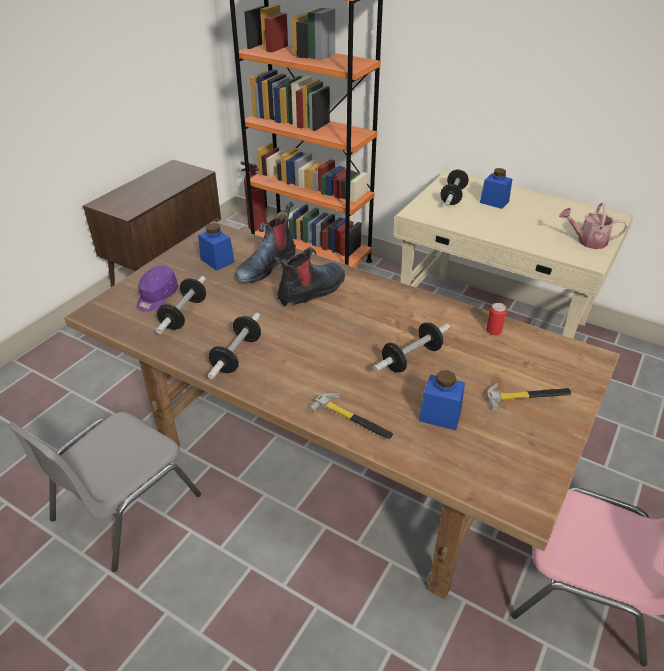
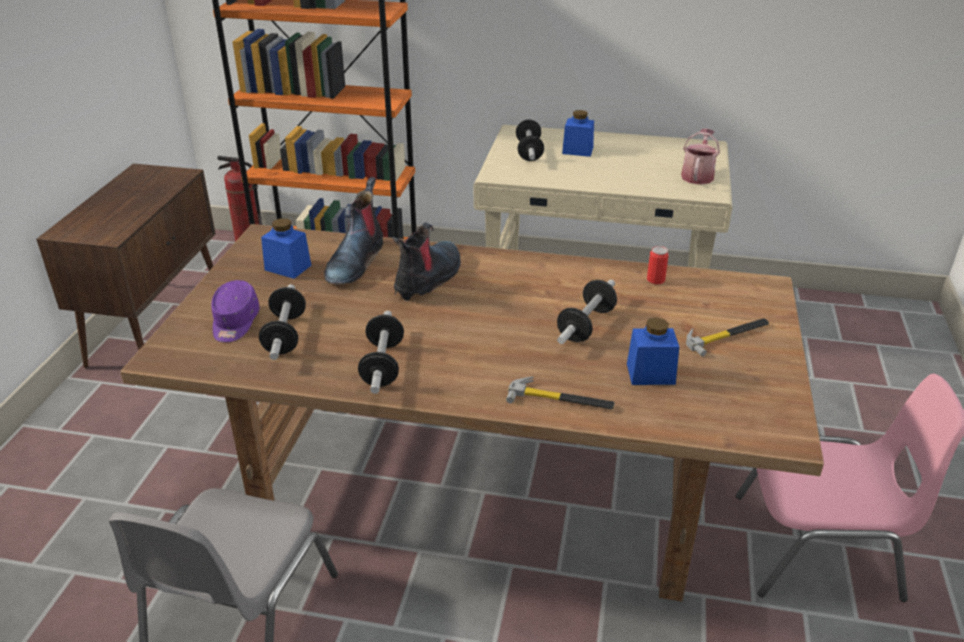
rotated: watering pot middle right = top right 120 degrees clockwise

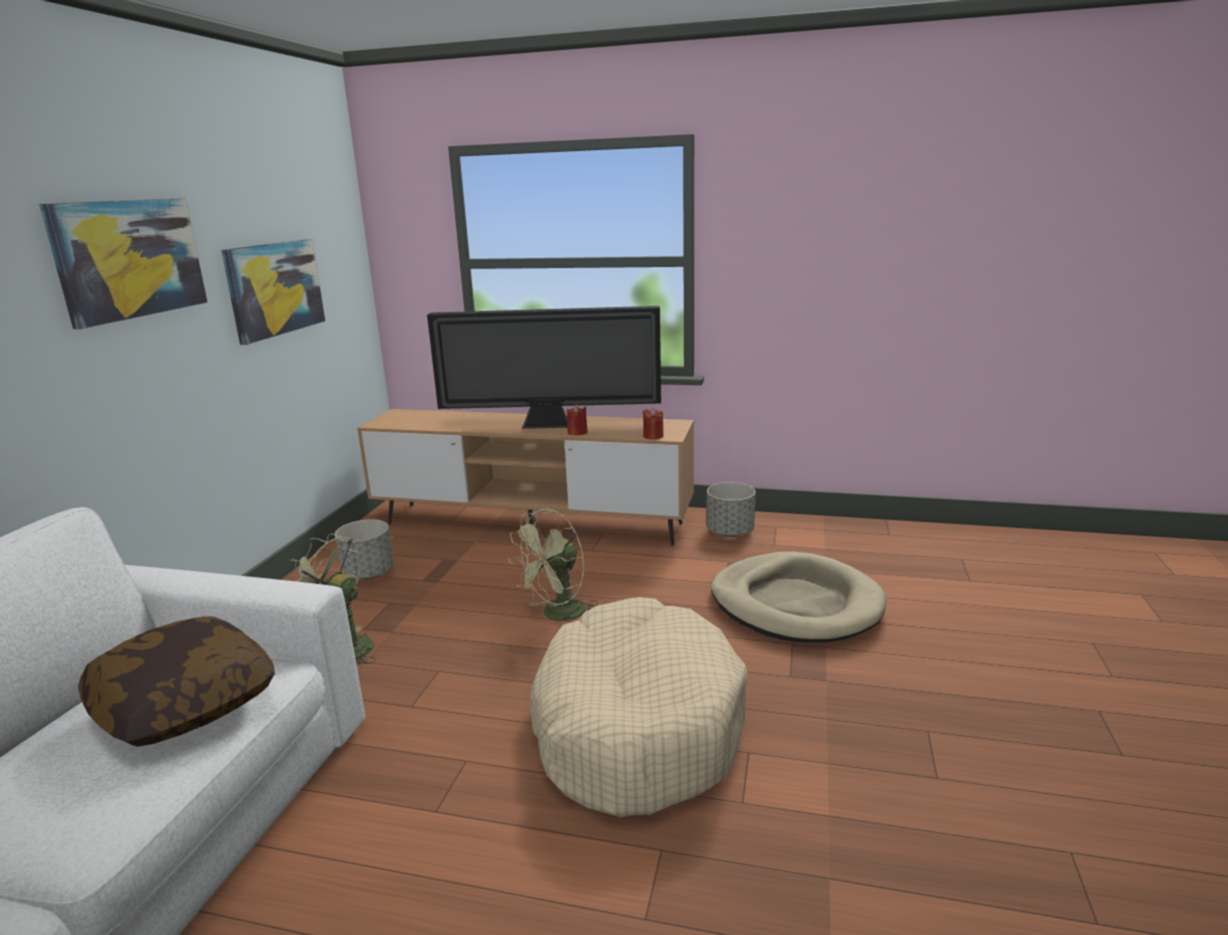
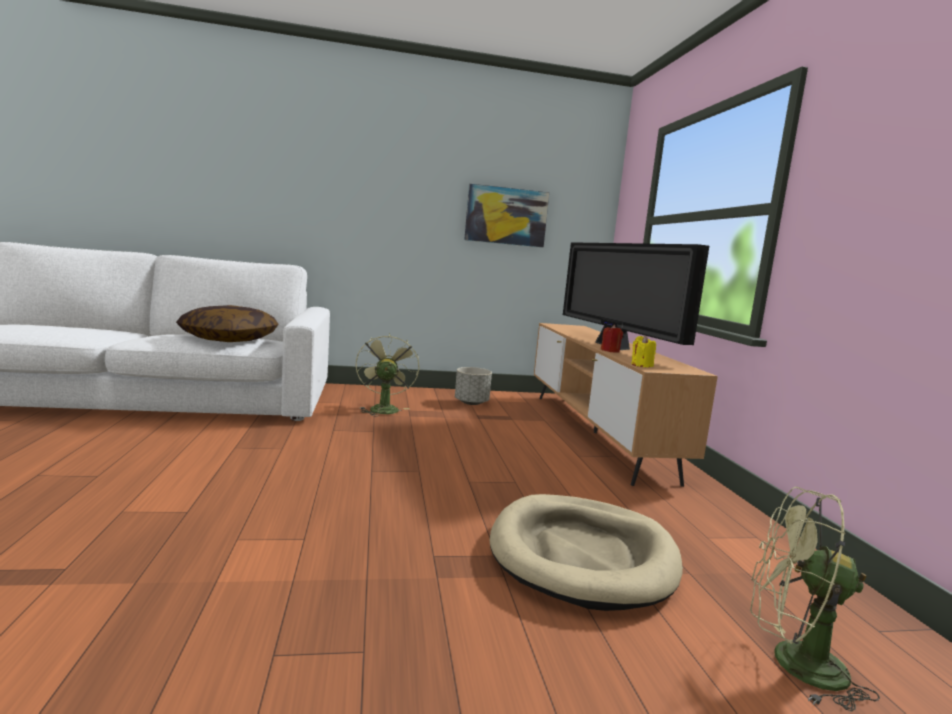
gone: wall art (no. 1 from left) top left; greyish plant pot (no. 2 from left) centre; sand-coloured pet bed (no. 1 from left) bottom centre
shifted: greenish electric fan (no. 2 from left) centre to bottom right
repainted: red-coloured candle (no. 2 from left) centre to yellowish candle middle right

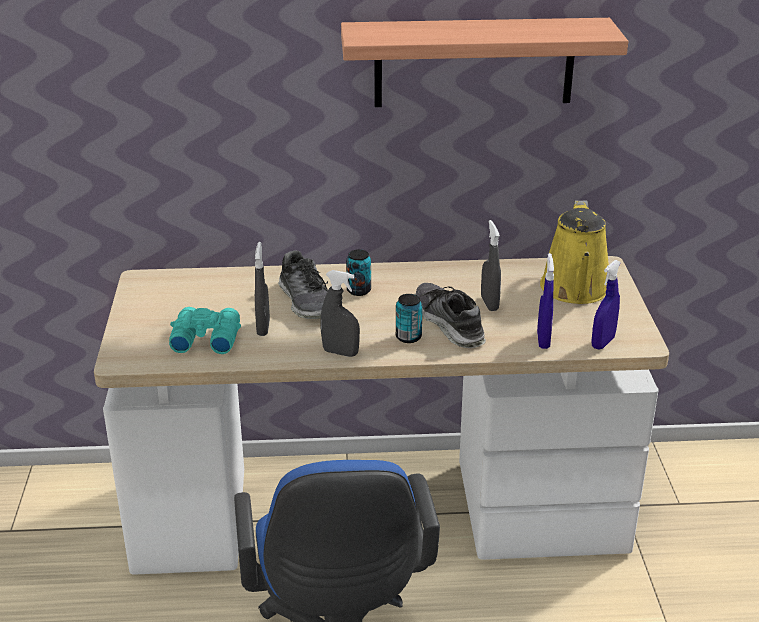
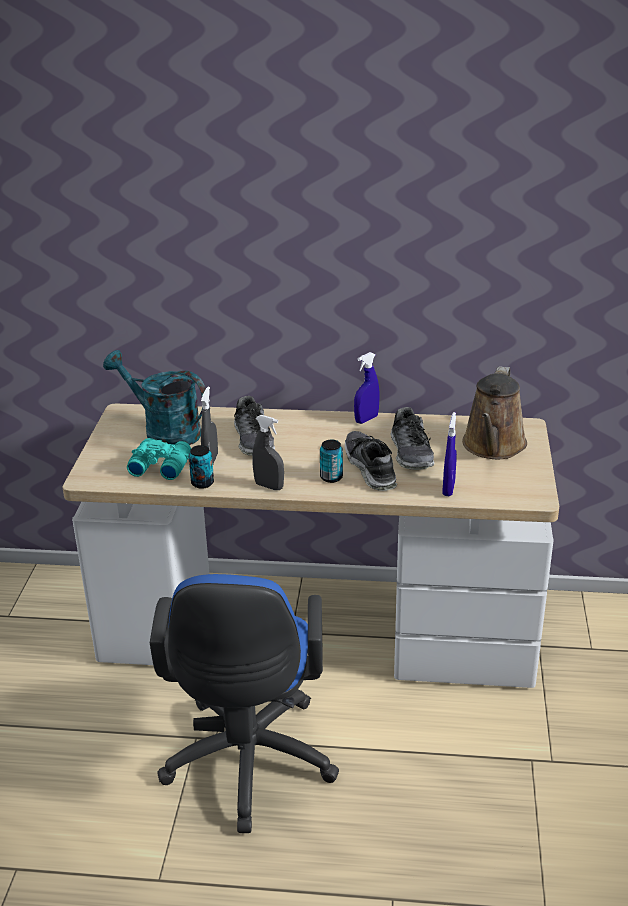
gone: bracket shelf top centre
new: blue-green watering pot middle left
shifted: metal can (no. 1 from left) centre to middle left; blue spray bottle (no. 2 from left in the first image) middle right to blue spray bottle (no. 1 from left) centre
swapped: greyish spray bottle (no. 3 from left) centre to item of footwear (no. 3 from left) centre
repainted: yellowish watering pot middle right to brownish watering pot middle right

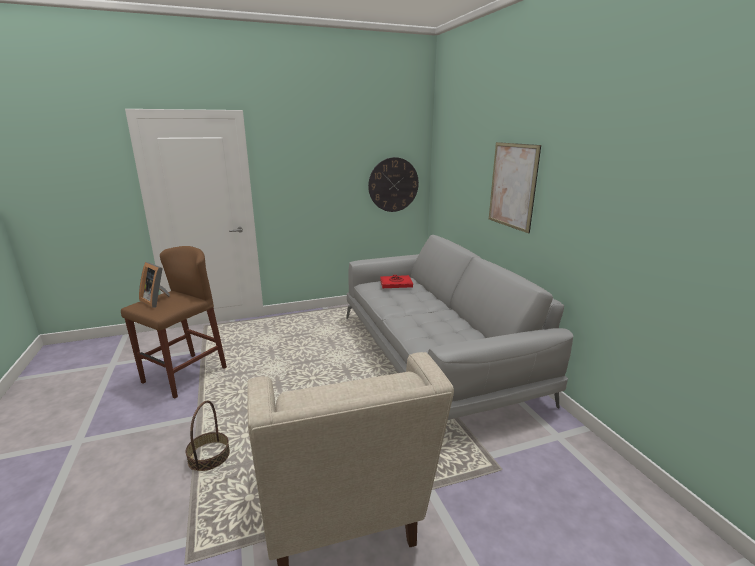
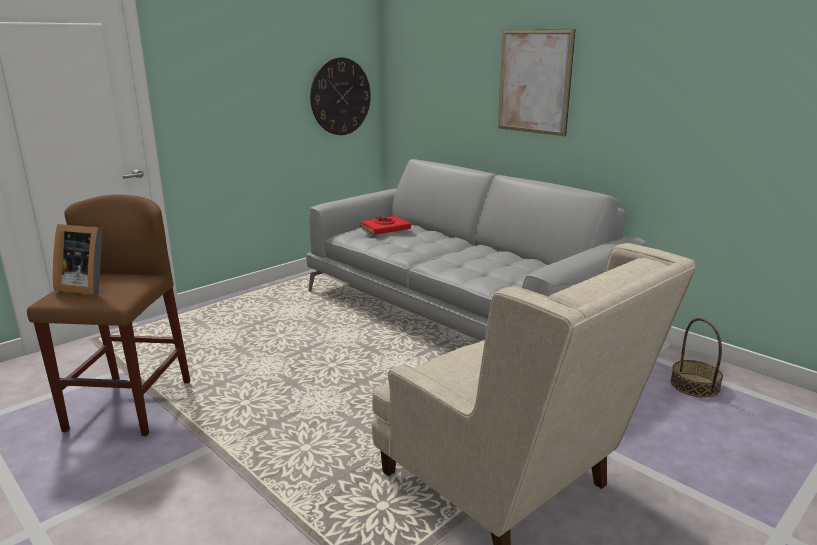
shifted: storage basket bottom left to middle right

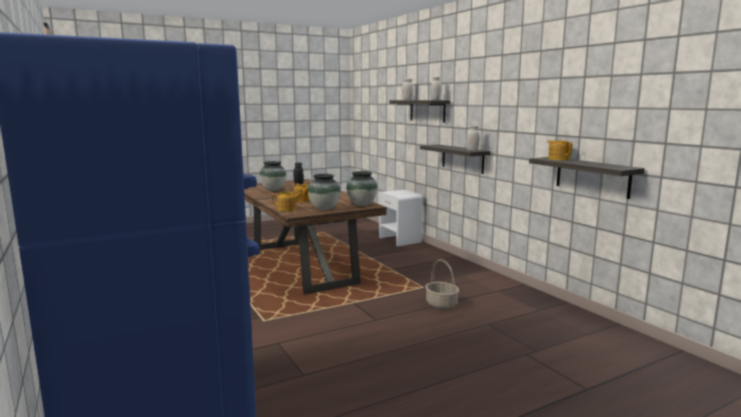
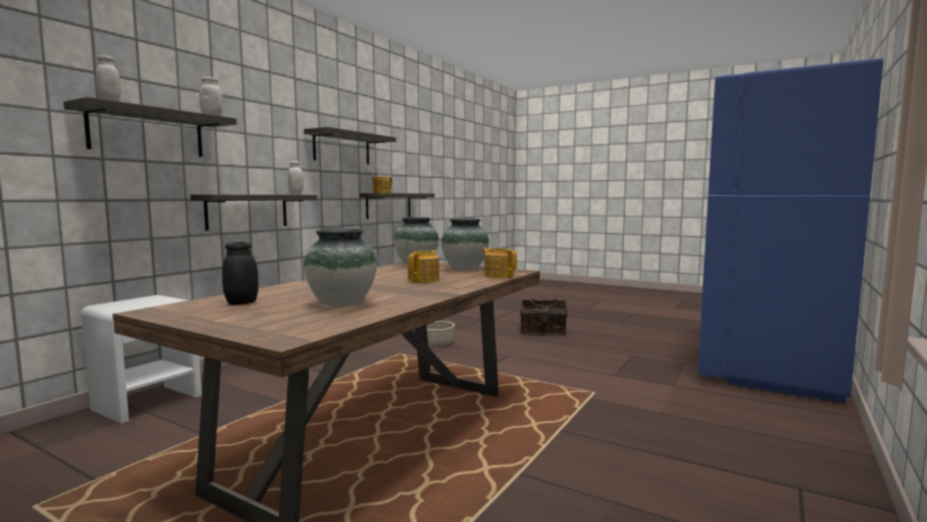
new: bracket shelf (no. 3 from left) top centre; storage basket (no. 2 from left) centre

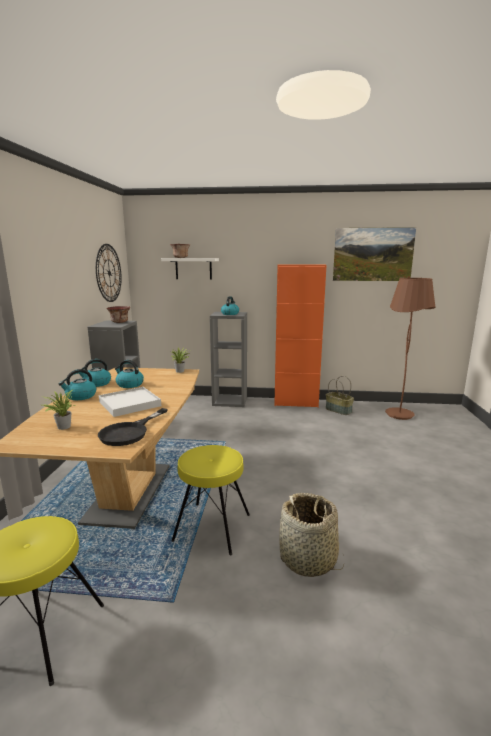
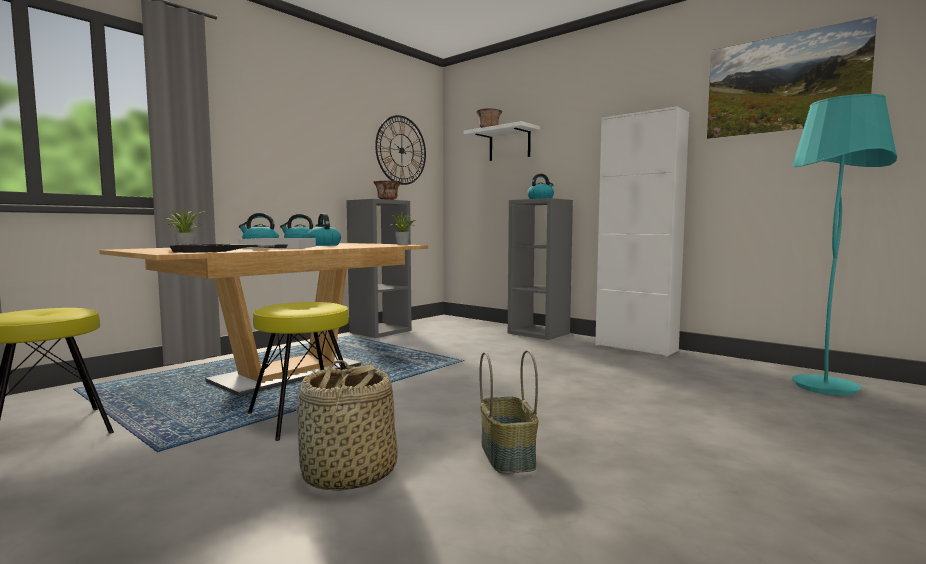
shifted: storage basket (no. 2 from left) middle right to bottom centre
repainted: orangey cupboard centre to white-coloured cupboard middle right; brownish standing lamp middle right to blue-green standing lamp middle right

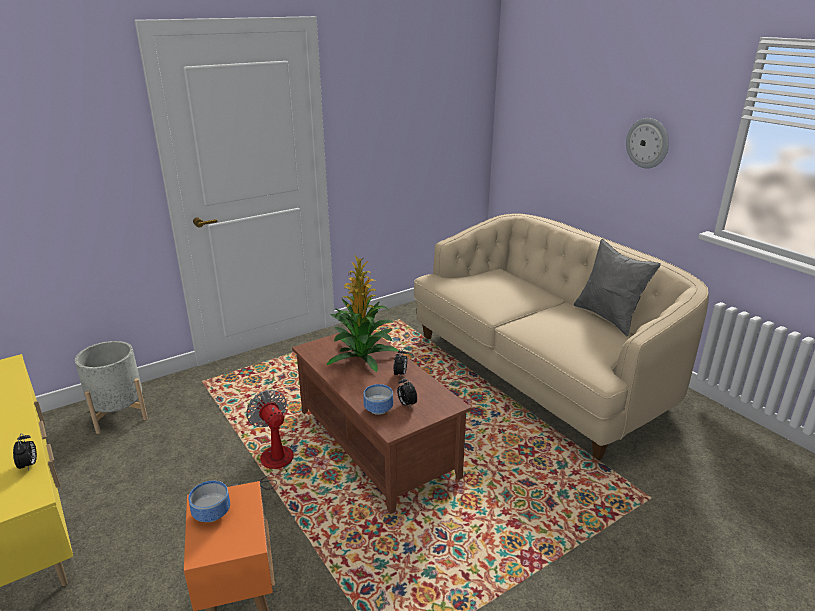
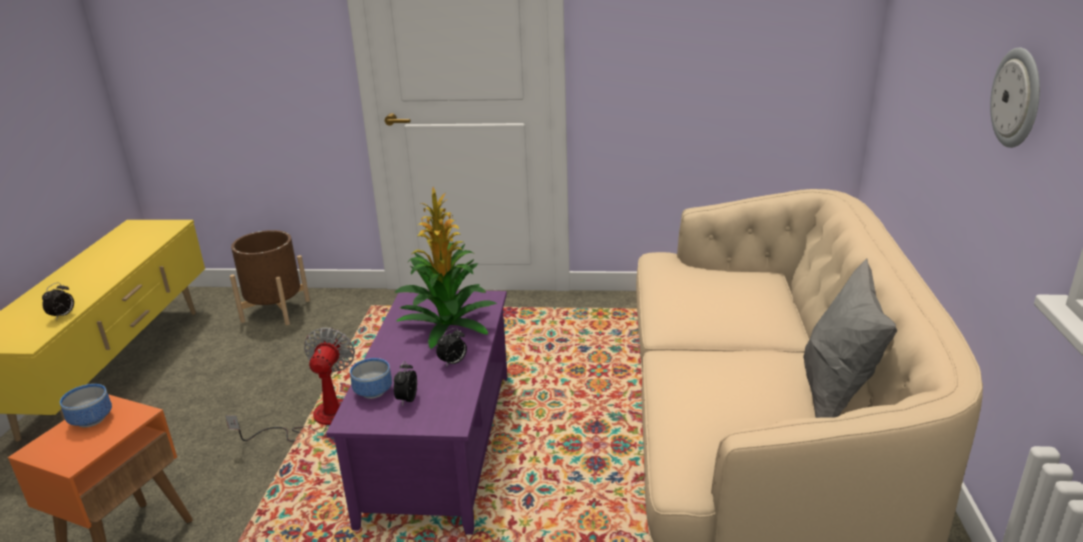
repainted: brownish low table bottom centre to purple-coloured low table bottom centre; greyish plant pot middle left to brownish plant pot middle left

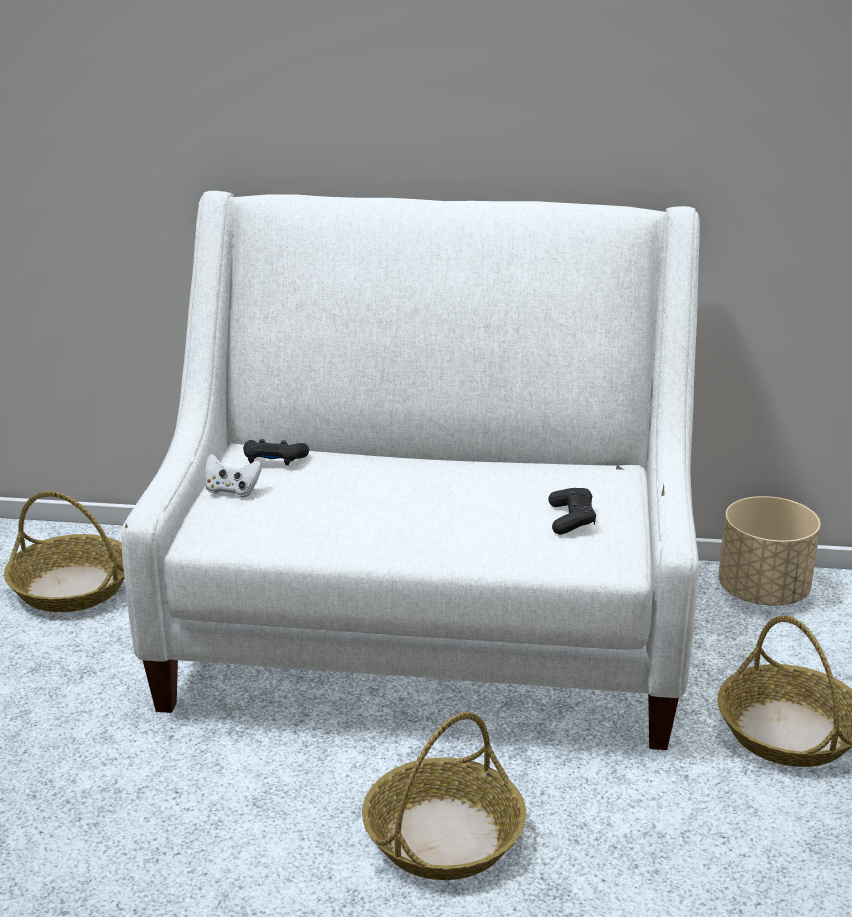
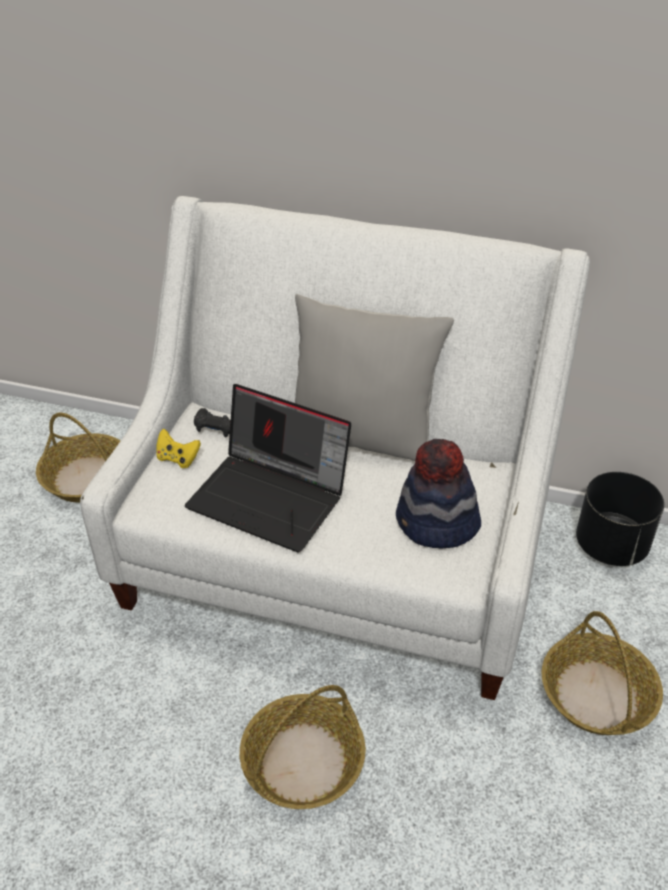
new: greyish pillow centre; laptop centre
swapped: black-coloured gamepad (no. 2 from left) middle right to hat centre
repainted: white-coloured gamepad middle left to yellowish gamepad middle left; sand-coloured plant pot middle right to black-coloured plant pot middle right

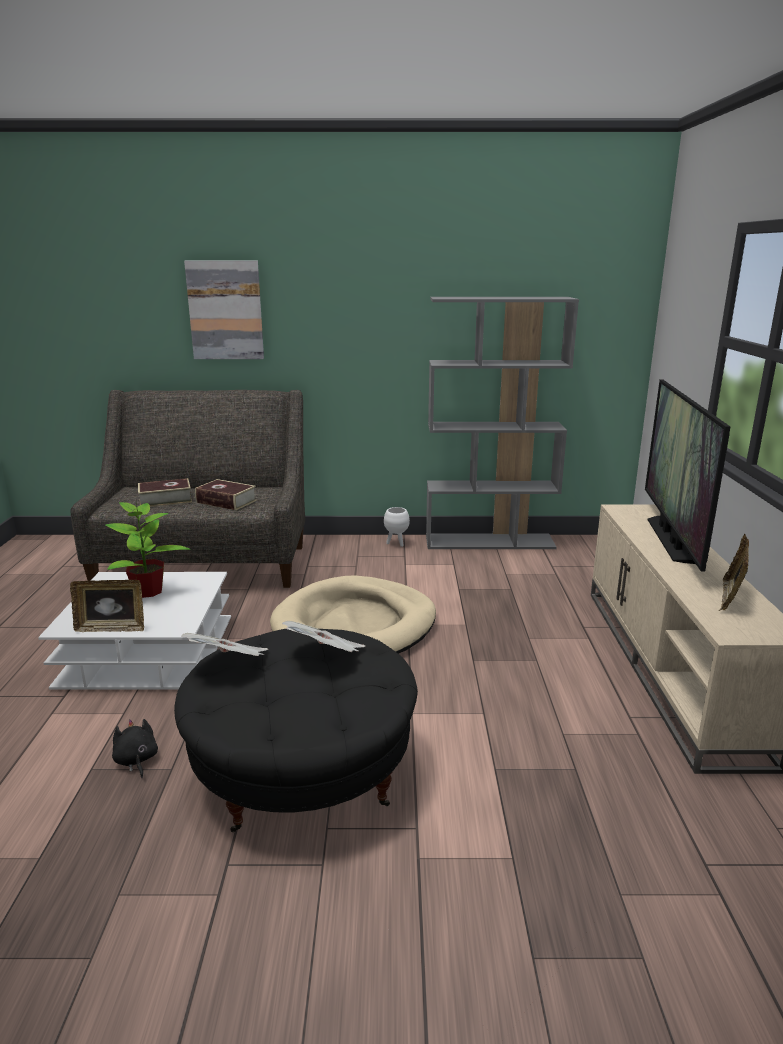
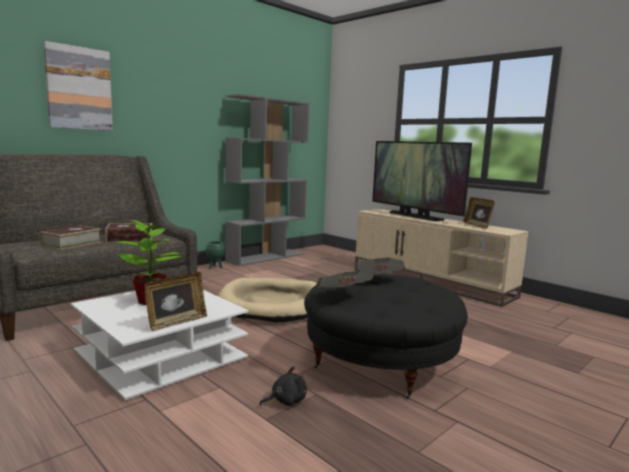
repainted: white-coloured plant pot centre to greenish plant pot centre
rotated: black-coloured cuddly toy bottom left = bottom centre 135 degrees clockwise

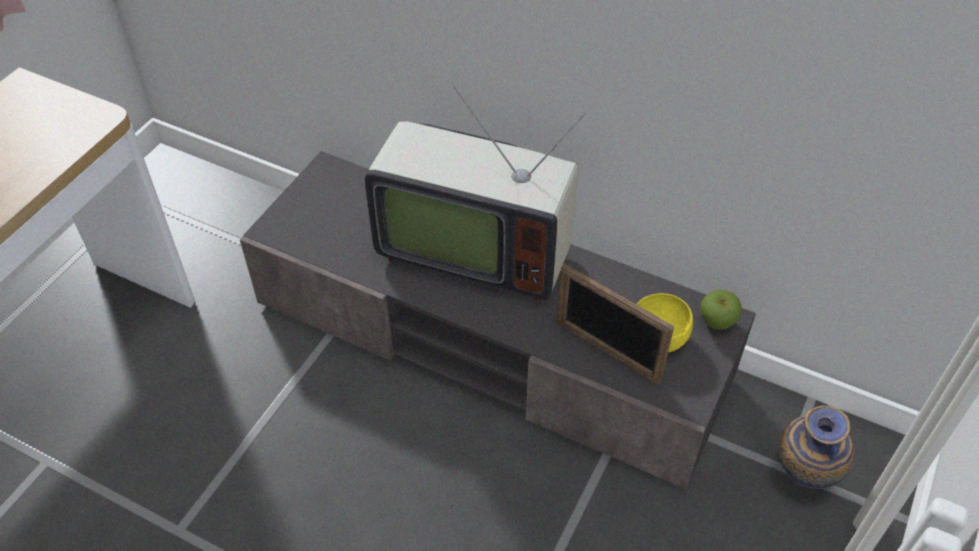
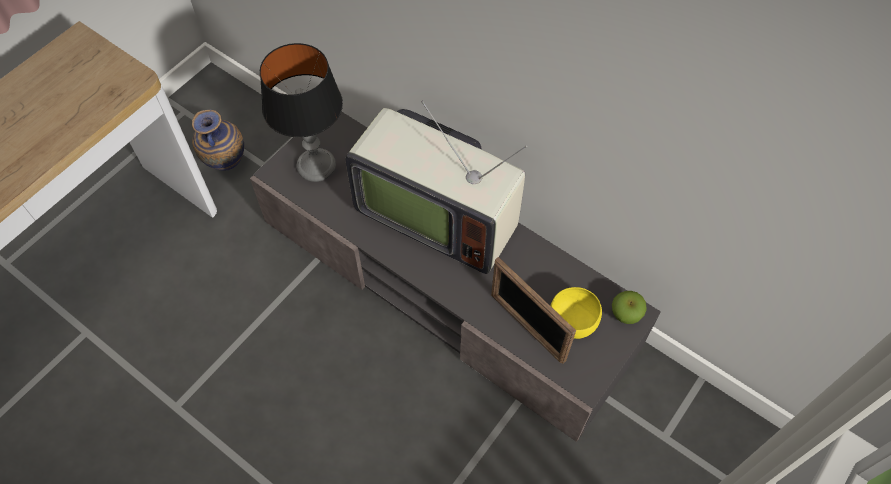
new: table lamp top centre
shifted: vase bottom right to top left

